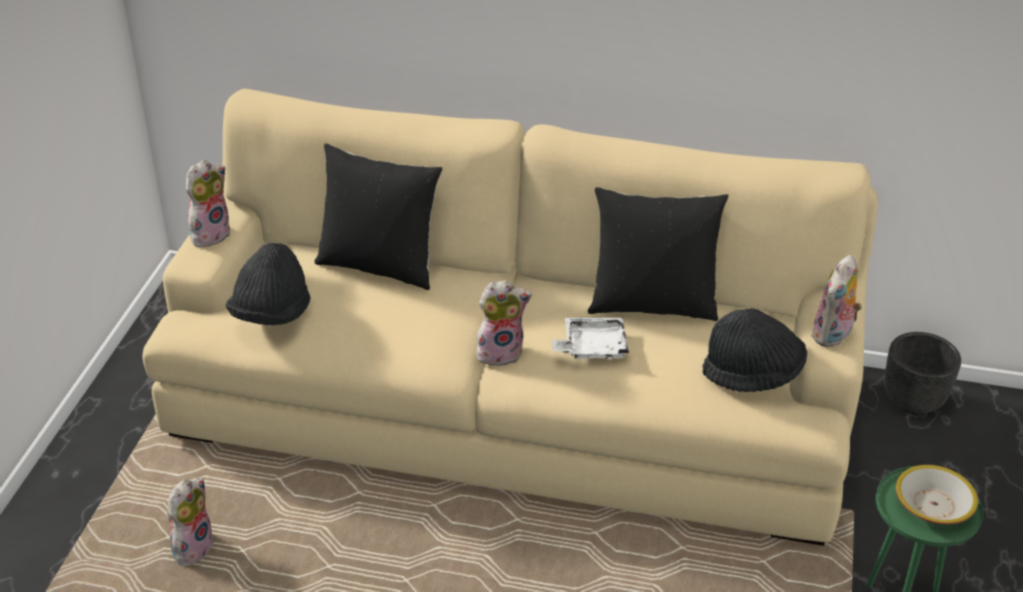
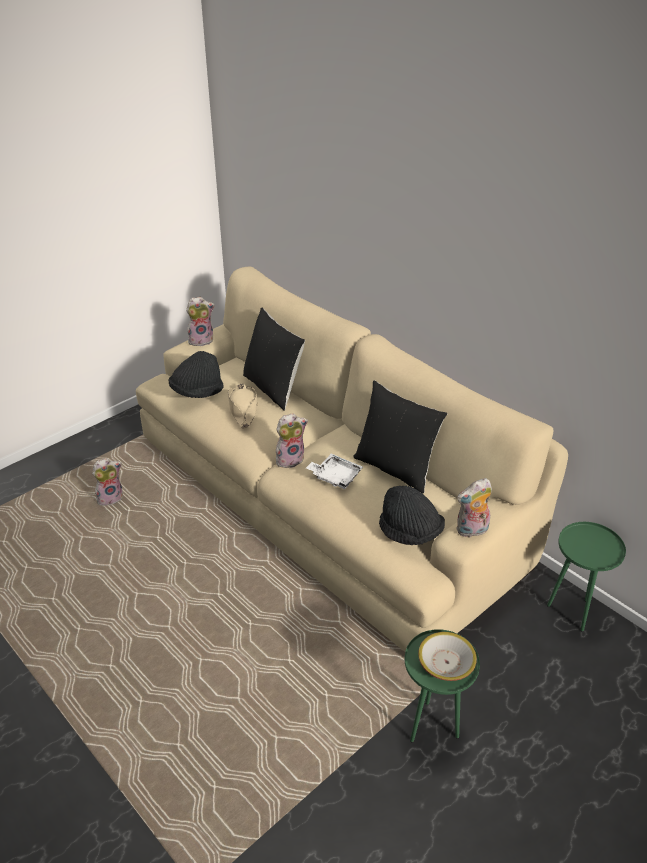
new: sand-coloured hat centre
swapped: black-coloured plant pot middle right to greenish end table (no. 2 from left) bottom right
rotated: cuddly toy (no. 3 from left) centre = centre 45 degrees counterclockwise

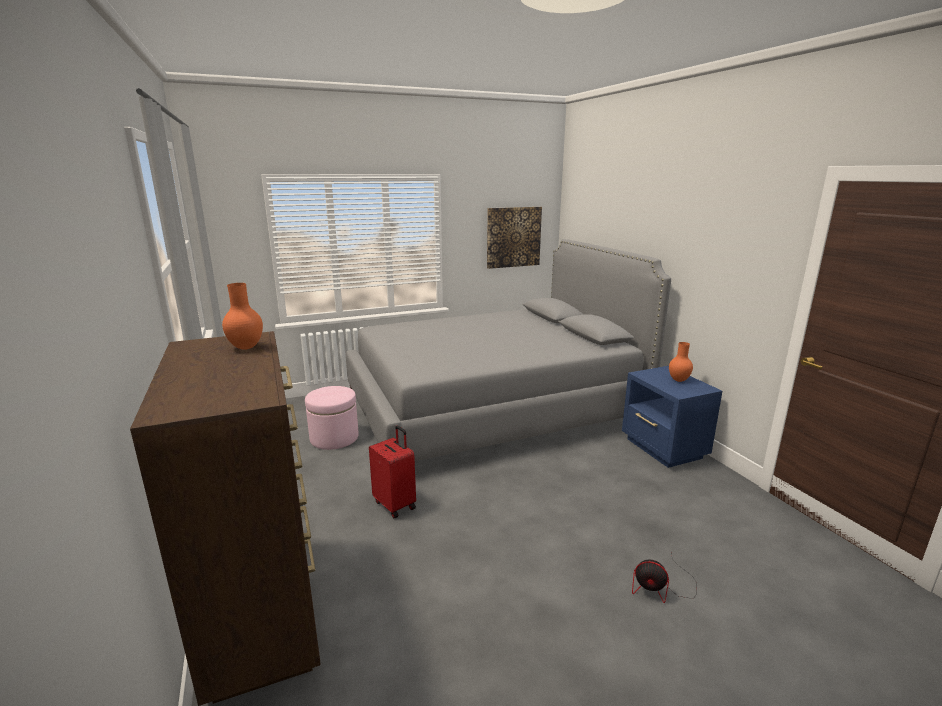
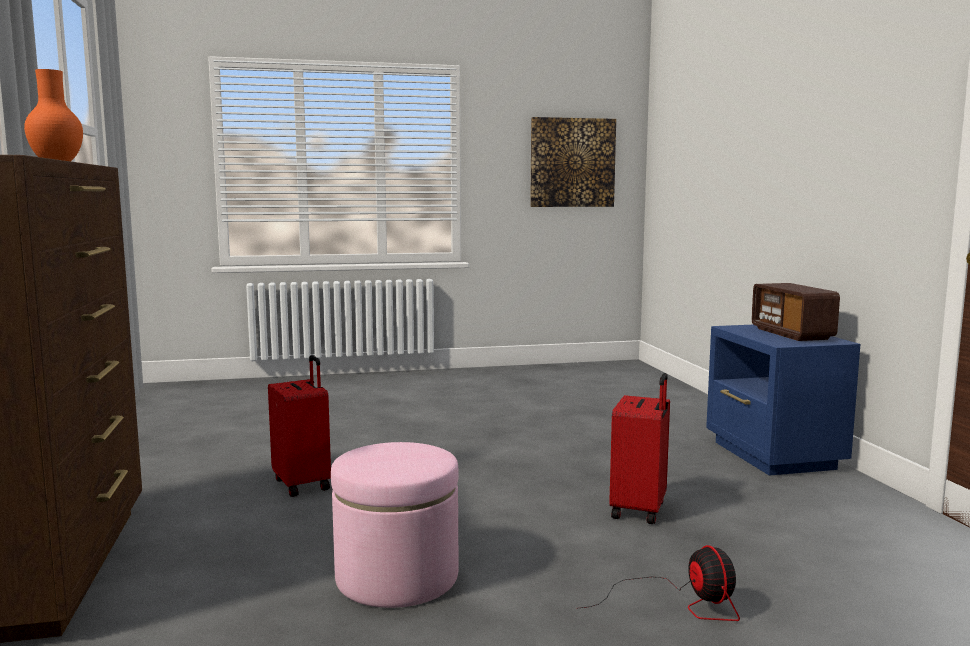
gone: greyish bed centre
new: red-coloured suitcase (no. 2 from left) bottom centre
shifted: pink-coloured pouffe centre to bottom centre
swapped: orangey vase (no. 2 from left) middle right to radio set middle right
rotated: electric fan bottom right = bottom right 135 degrees counterclockwise

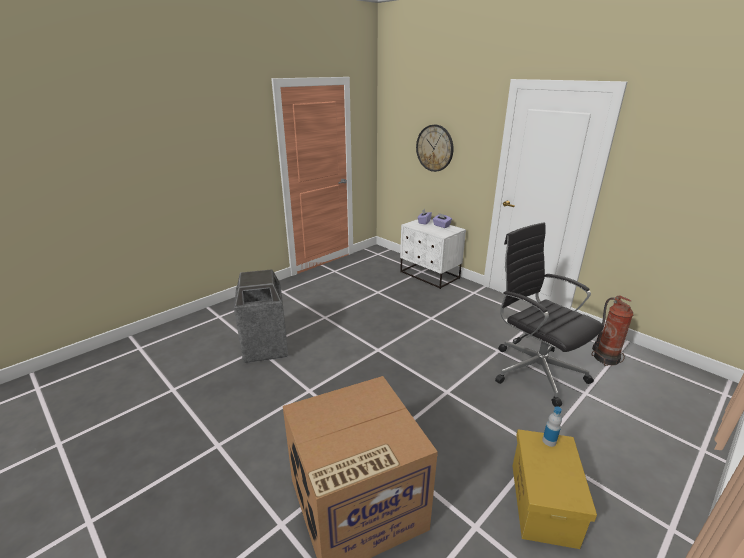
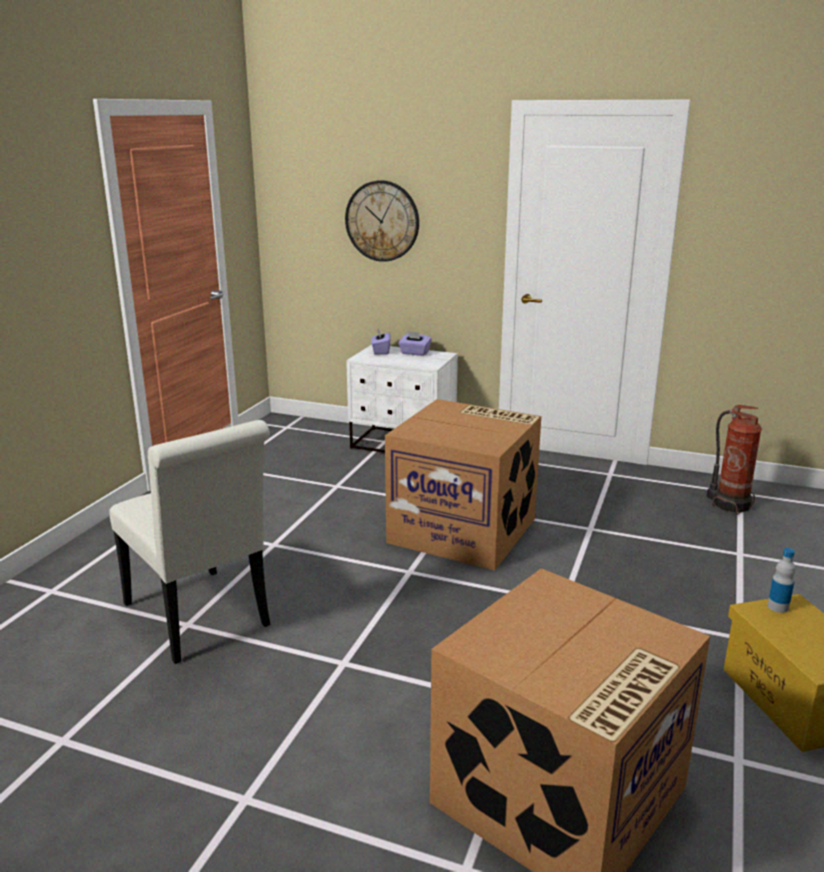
gone: black-coloured office chair middle right
new: packing box (no. 1 from left) centre
swapped: waste bin centre to white-coloured chair middle left

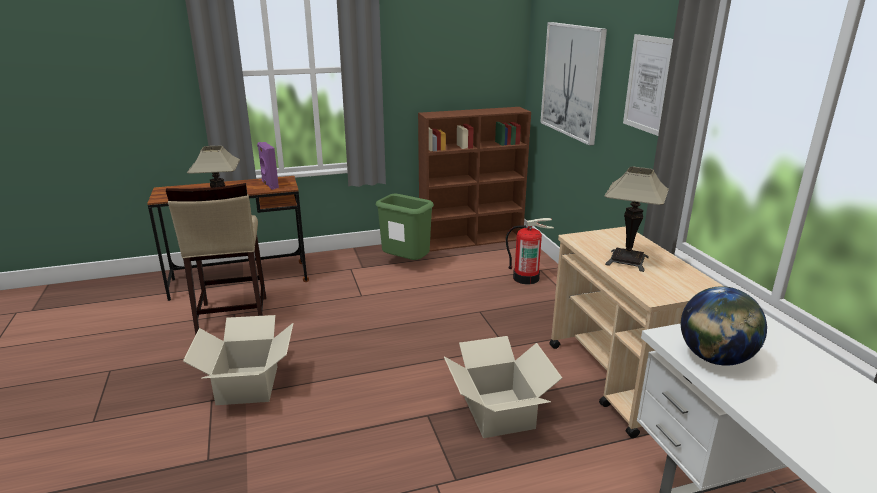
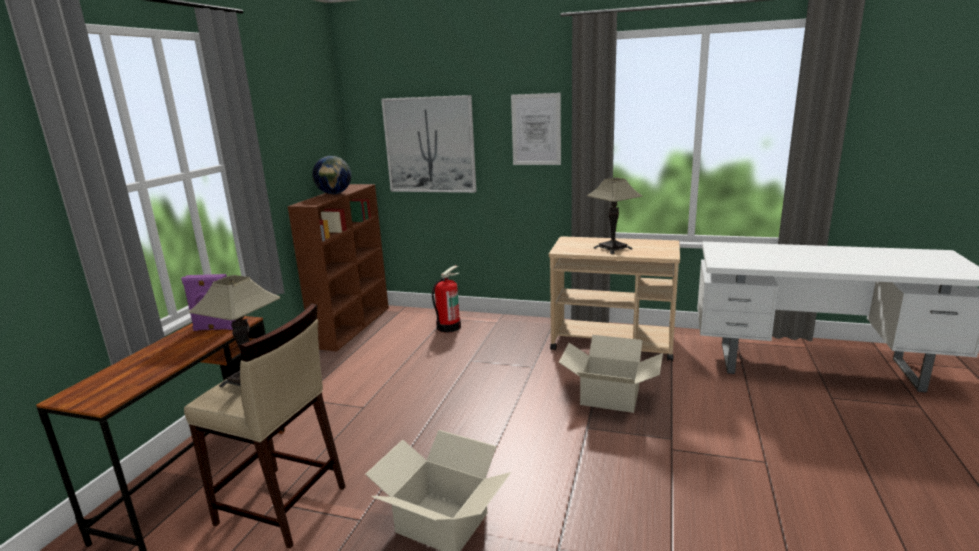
gone: greenish waste bin centre
shifted: world globe middle right to top centre

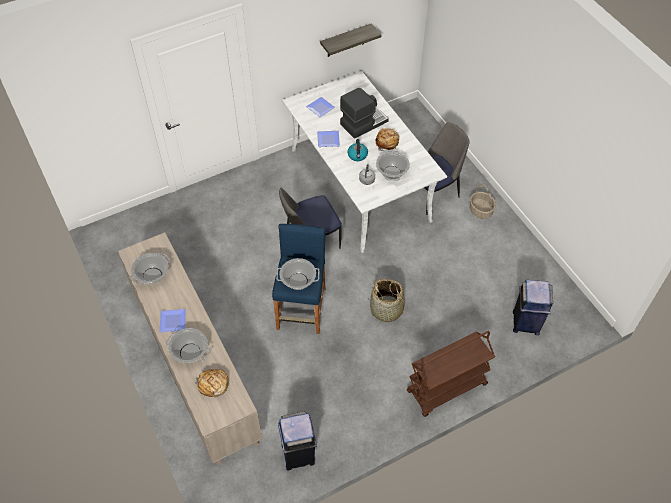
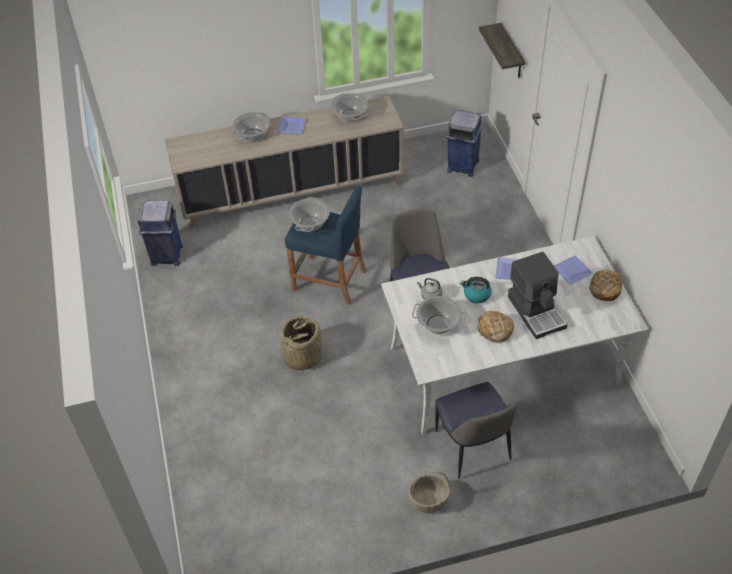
gone: brownish wheeled cart bottom right
shifted: bracket shelf top centre to top right; blue waste bin (no. 2 from left) middle right to top centre; bakery bread (no. 1 from left in the first image) bottom left to bakery bread (no. 2 from left) middle right

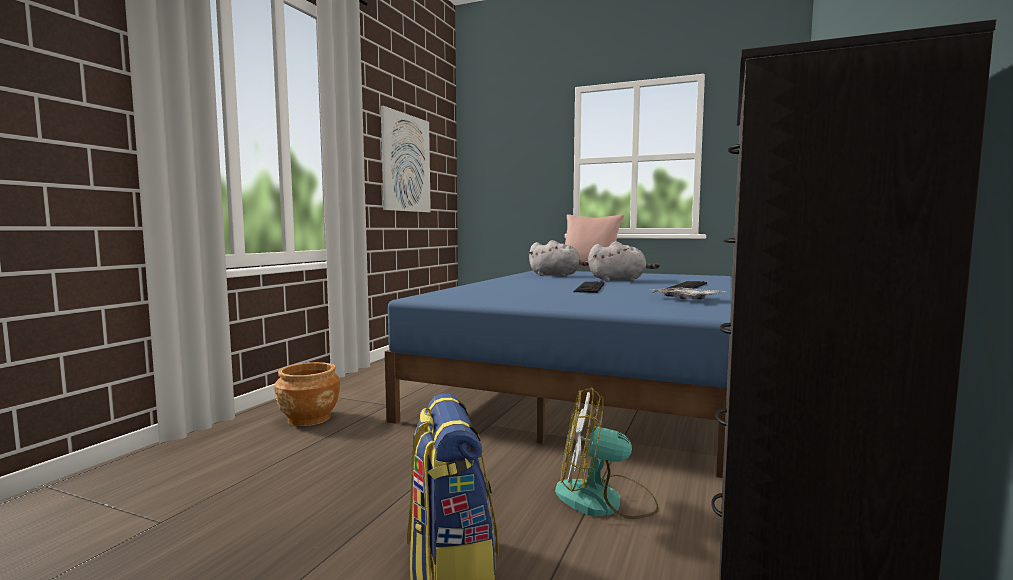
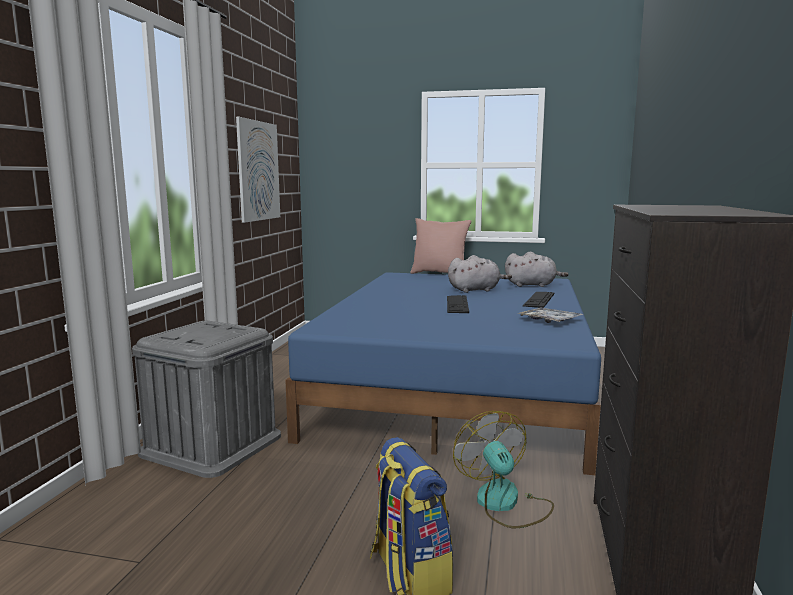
shifted: greyish cuddly toy (no. 1 from left in the first image) centre to greyish cuddly toy (no. 2 from left) middle right
swapped: brownish plant pot bottom left to greyish storage box bottom left
rotated: electric fan bottom centre = bottom centre 75 degrees clockwise

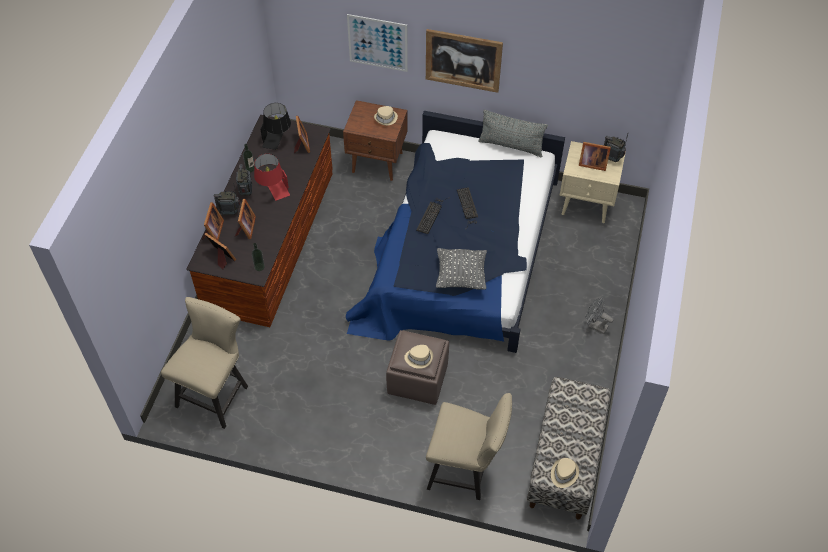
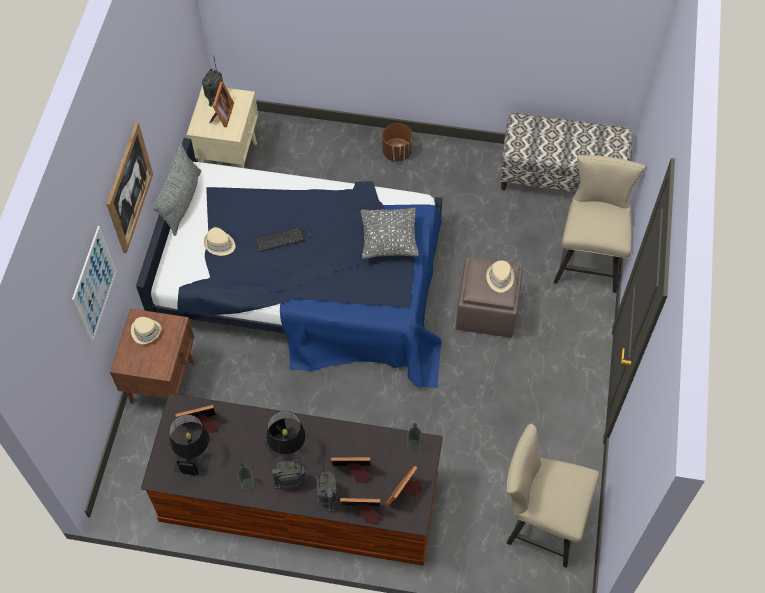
gone: computer keyboard (no. 1 from left) centre
shifted: sand-coloured hat (no. 3 from left in the first image) bottom right to sand-coloured hat (no. 2 from left) middle left
swapped: greyish electric fan middle right to brownish plant pot top centre
repainted: red-coloured table lamp top left to black-coloured table lamp (no. 2 from left) bottom centre

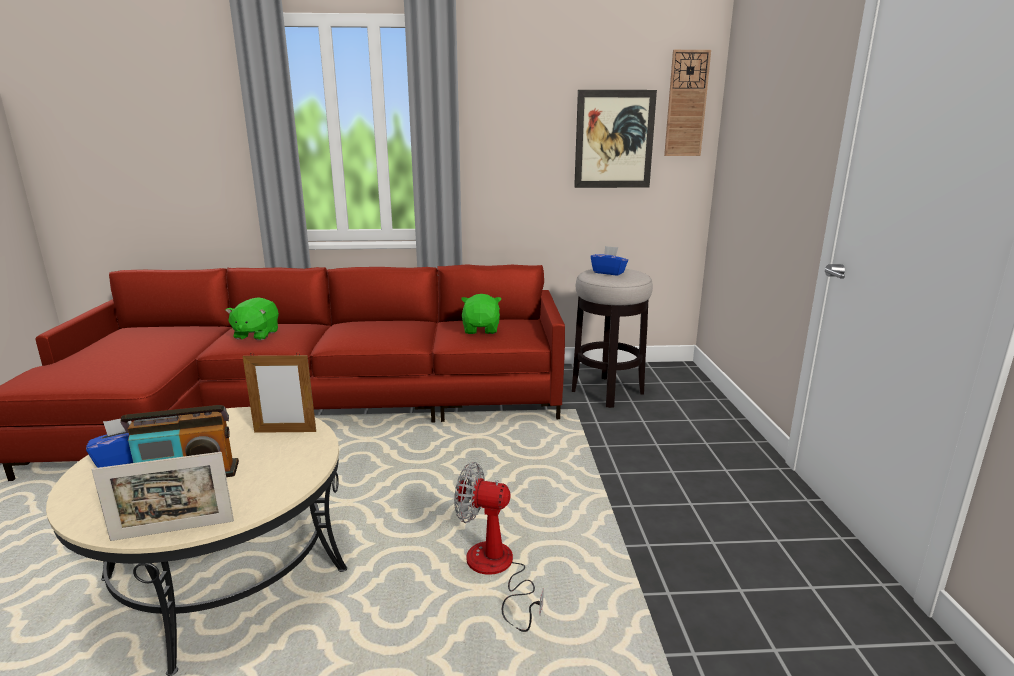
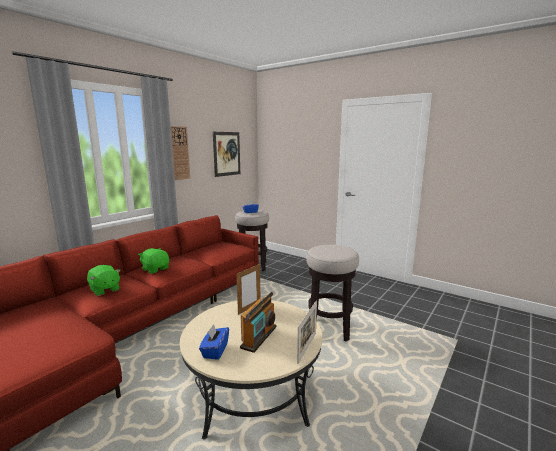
shifted: hanging clock top right to middle left; greenish cuddly toy (no. 2 from left) centre to middle left
swapped: electric fan bottom centre to sitting stool (no. 2 from left) centre

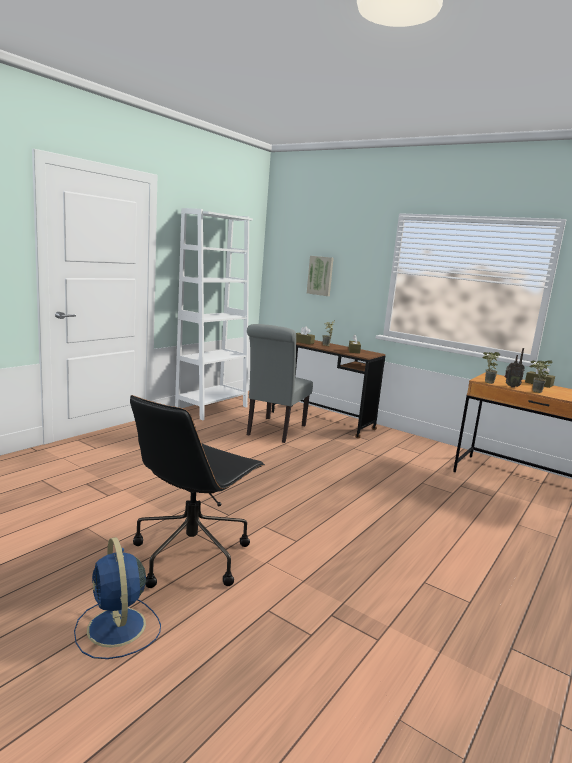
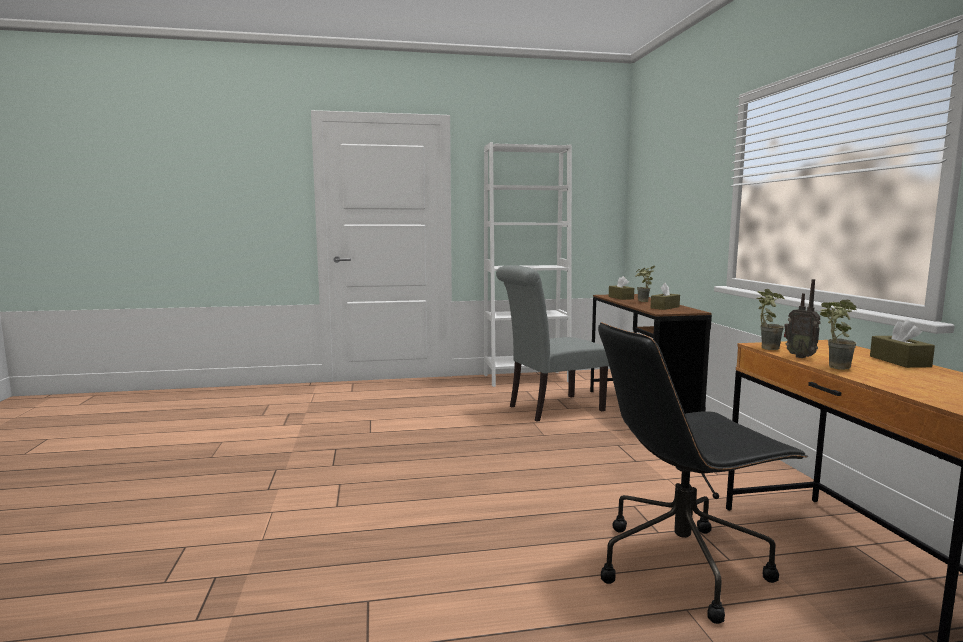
gone: wall art centre; blue electric fan bottom left
shifted: black-coloured office chair centre to bottom right

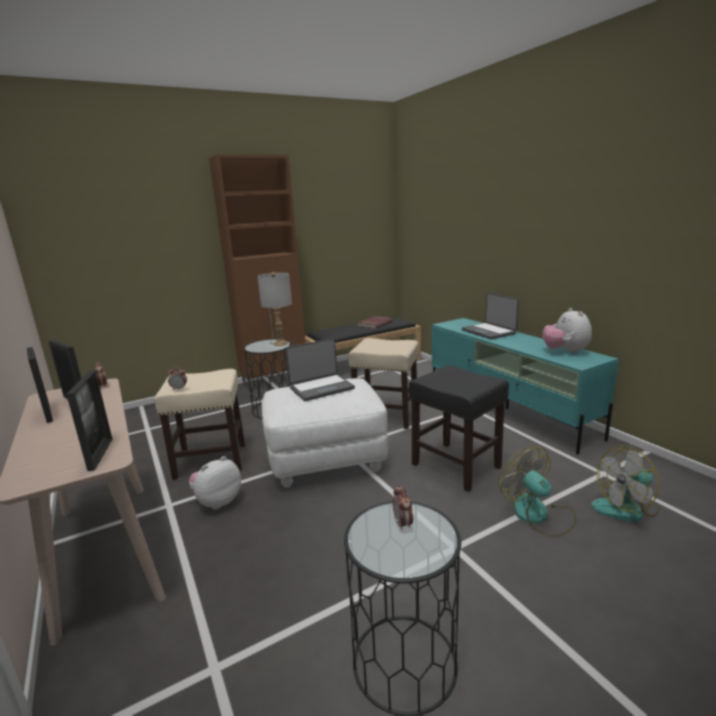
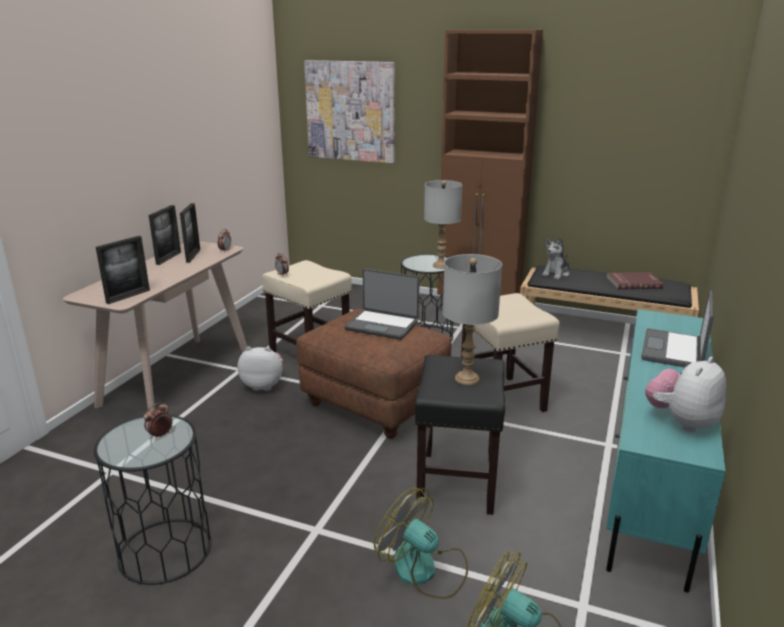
new: wall art top centre; cuddly toy (no. 2 from left) middle right; greyish table lamp (no. 2 from left) centre
repainted: white-coloured pouffe centre to brownish pouffe centre
rotated: electric fan (no. 1 from left) bottom right = bottom centre 75 degrees counterclockwise

